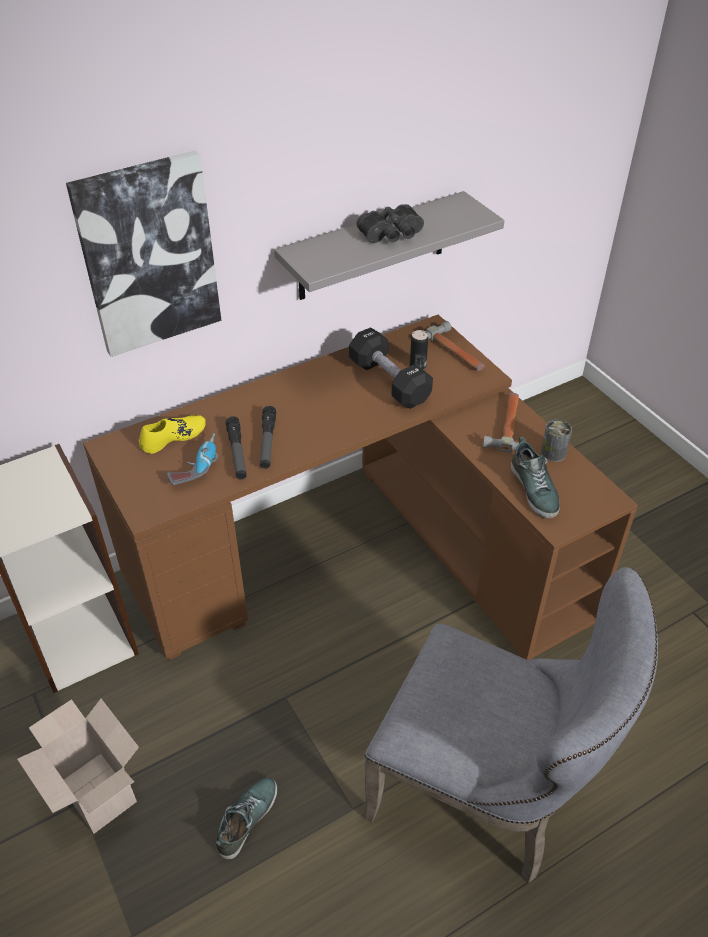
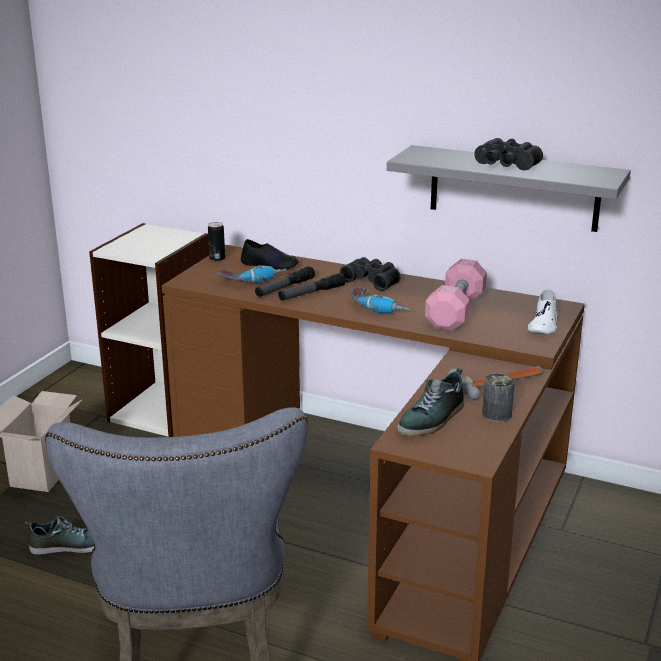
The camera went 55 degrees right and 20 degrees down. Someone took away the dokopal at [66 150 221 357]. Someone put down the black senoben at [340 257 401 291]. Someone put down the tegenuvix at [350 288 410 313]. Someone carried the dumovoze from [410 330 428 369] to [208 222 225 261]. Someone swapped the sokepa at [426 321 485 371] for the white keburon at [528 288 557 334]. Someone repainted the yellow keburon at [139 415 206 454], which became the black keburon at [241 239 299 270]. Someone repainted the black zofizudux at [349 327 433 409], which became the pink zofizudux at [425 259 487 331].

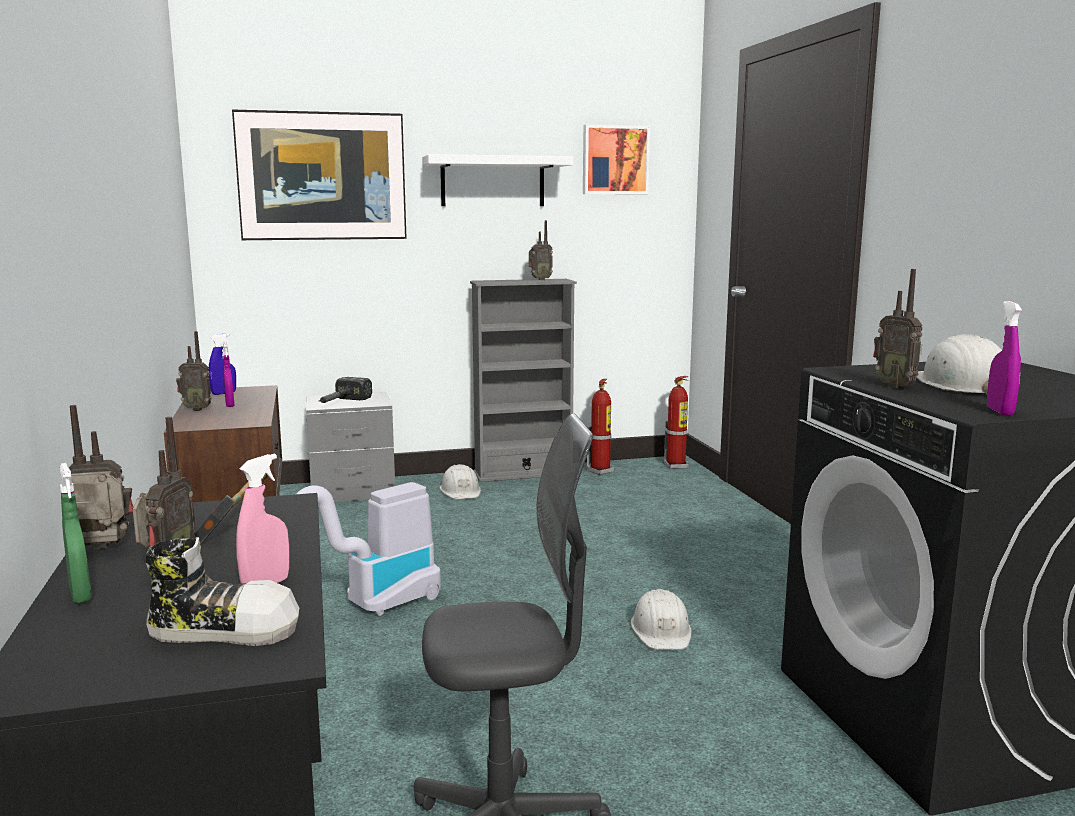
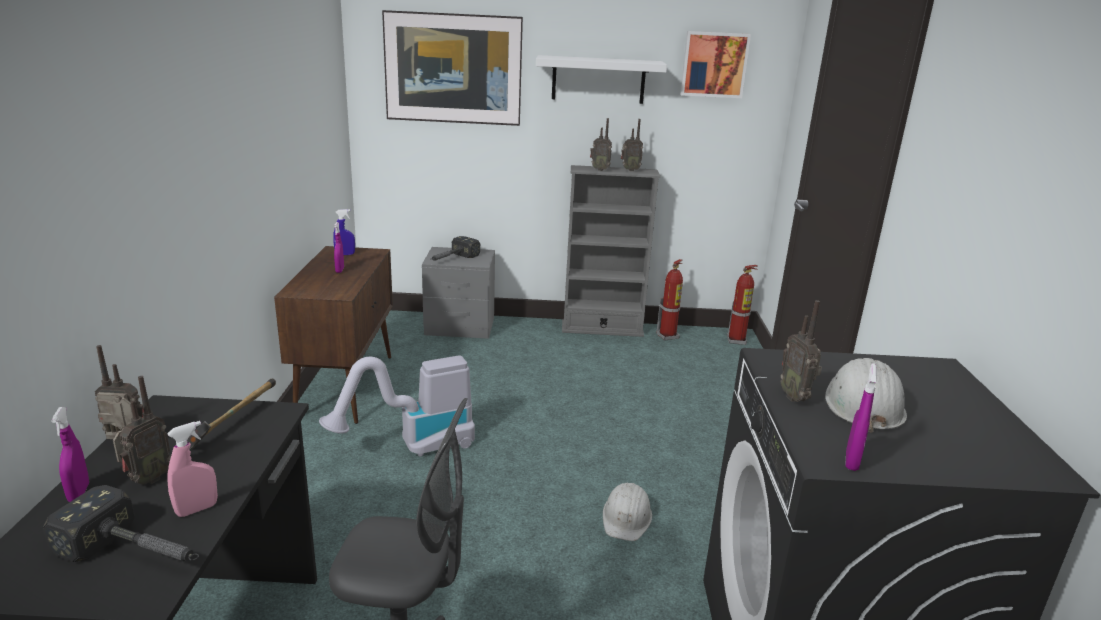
The camera went 15 degrees right and 10 degrees up. Someone took away the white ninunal at [440 464 481 499]. Someone carried the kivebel from [176 331 212 411] to [590 118 612 171]. Someone swapped the keburon at [145 537 299 646] for the sokepa at [43 485 199 562]. Someone repainted the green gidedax at [60 463 92 603], which became the purple gidedax at [51 407 89 502].

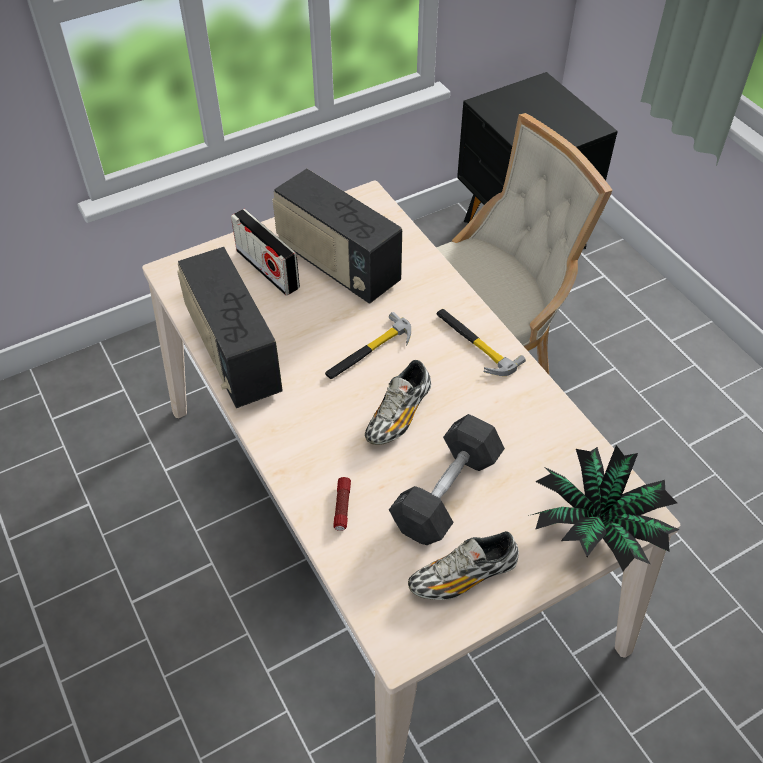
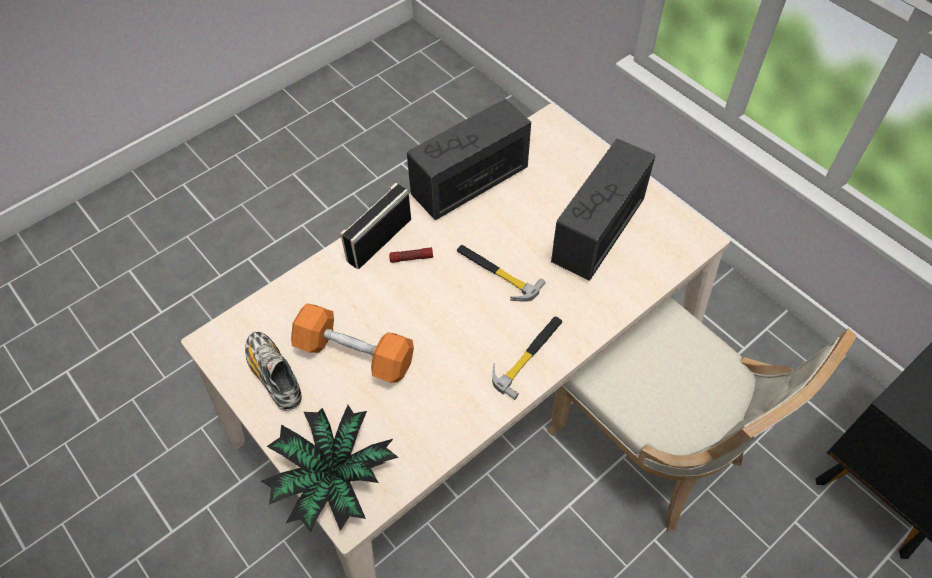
The camera went 80 degrees right and 5 degrees up. Someone took away the keburon at [365 360 431 445]. Someone carried the kivebel from [231 209 300 296] to [340 183 411 269]. Someone carried the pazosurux from [333 477 351 531] to [389 247 433 263]. Someone repainted the grey zofizudux at [389 414 505 545], which became the orange zofizudux at [291 303 414 383].

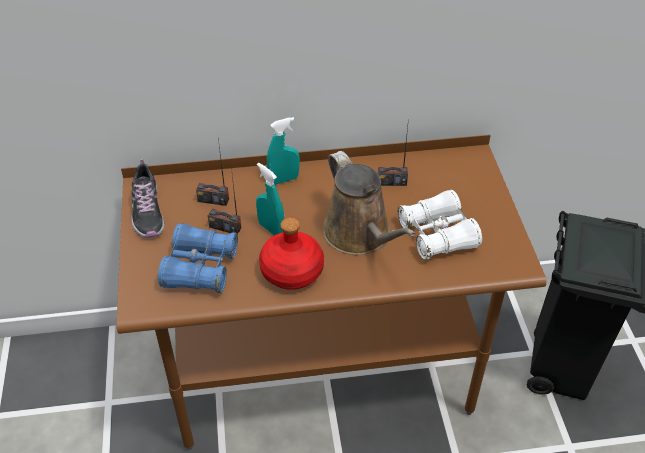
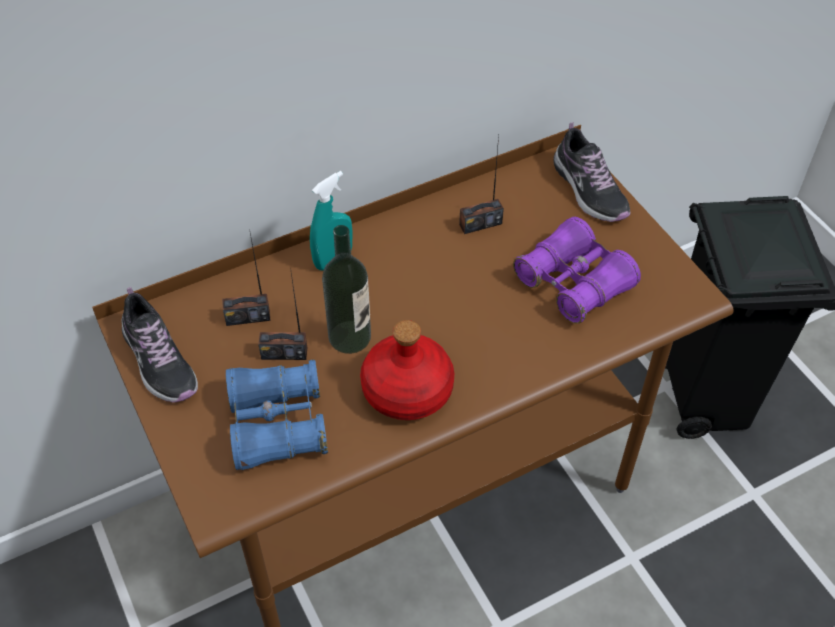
The camera went 20 degrees left and 5 degrees up. Someone took away the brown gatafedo at [323 151 415 255]. Someone put down the keburon at [554 122 630 222]. Someone swapped the turquoise gidedax at [256 163 284 235] for the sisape at [322 225 371 354]. Someone repainted the white senoben at [398 190 482 260], which became the purple senoben at [513 217 641 324].

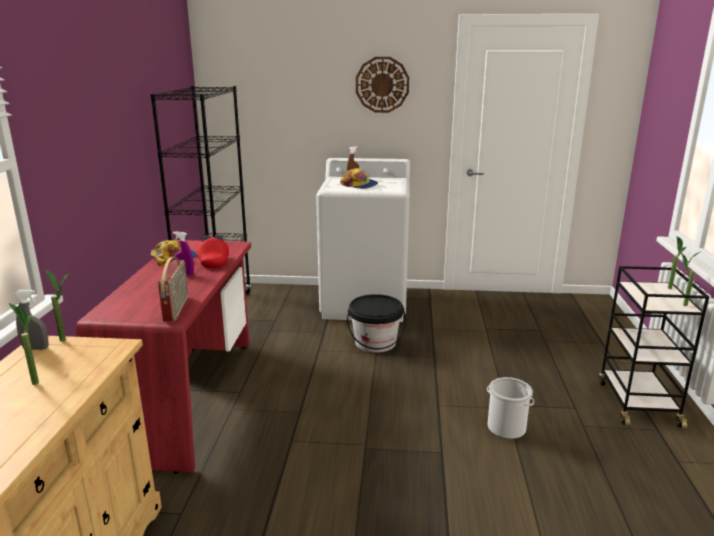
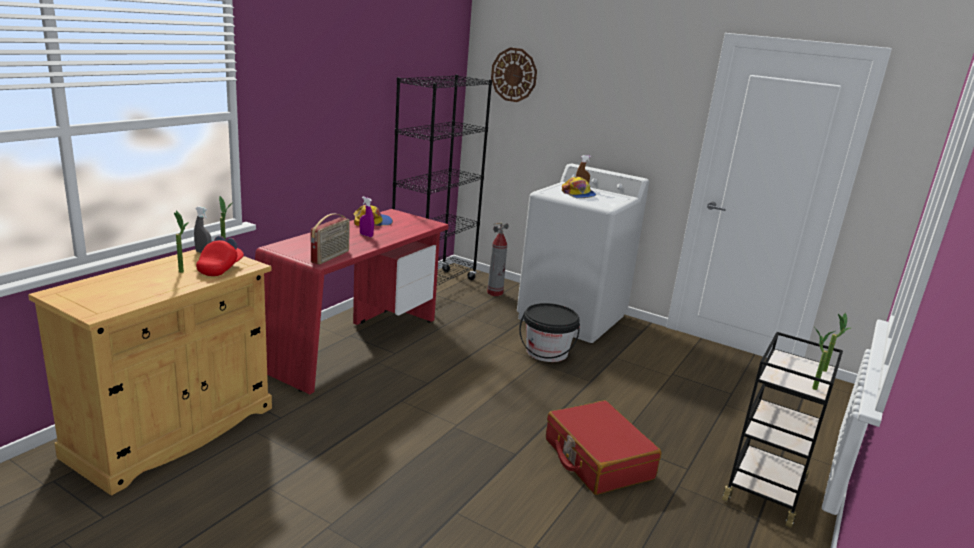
The camera went 25 degrees right and 0 degrees up. Someone put down the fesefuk at [487 223 509 296]. Someone carried the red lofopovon from [197 234 229 268] to [196 236 244 276]. Someone carried the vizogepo from [356 57 409 113] to [491 47 537 102]. Someone swapped the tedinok at [487 377 534 439] for the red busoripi at [546 400 661 495].

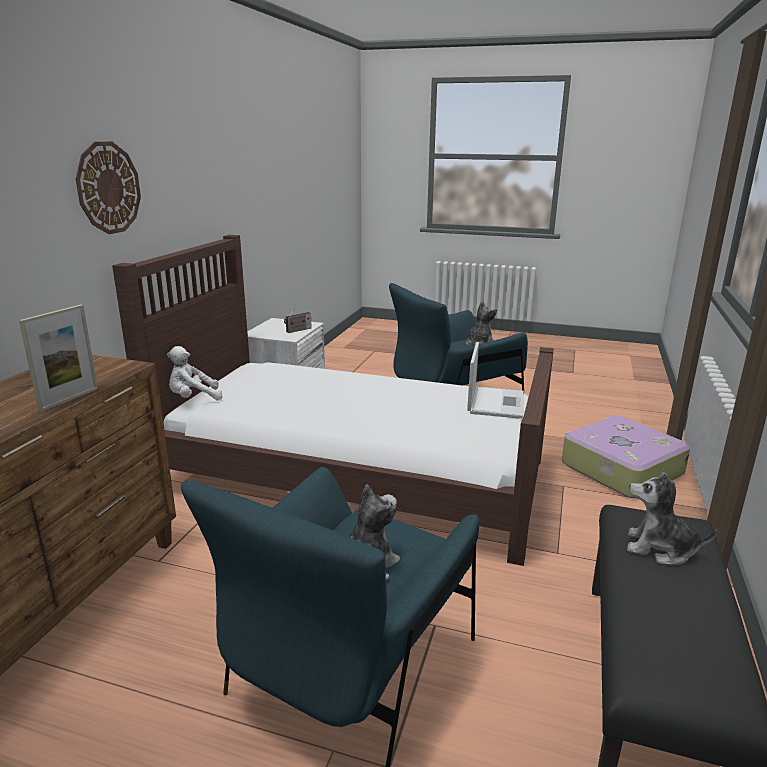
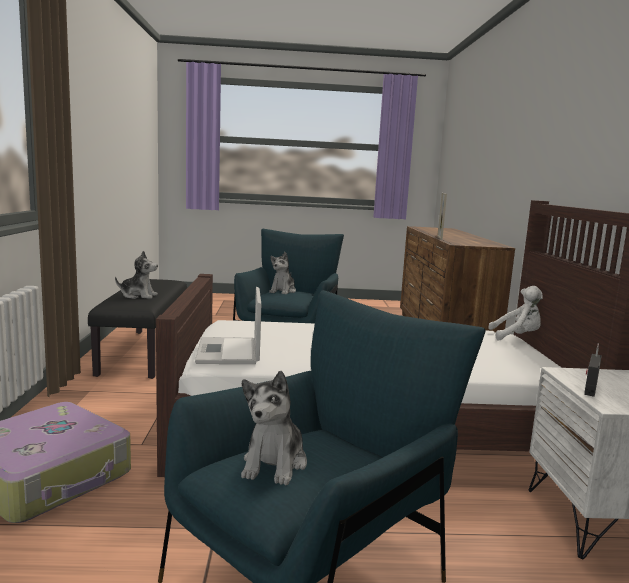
The camera went 160 degrees right and 10 degrees down. Someone took away the vizogepo at [76 142 141 234]. Someone rotated the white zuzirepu at [167 346 223 400] by 45 degrees clockwise.

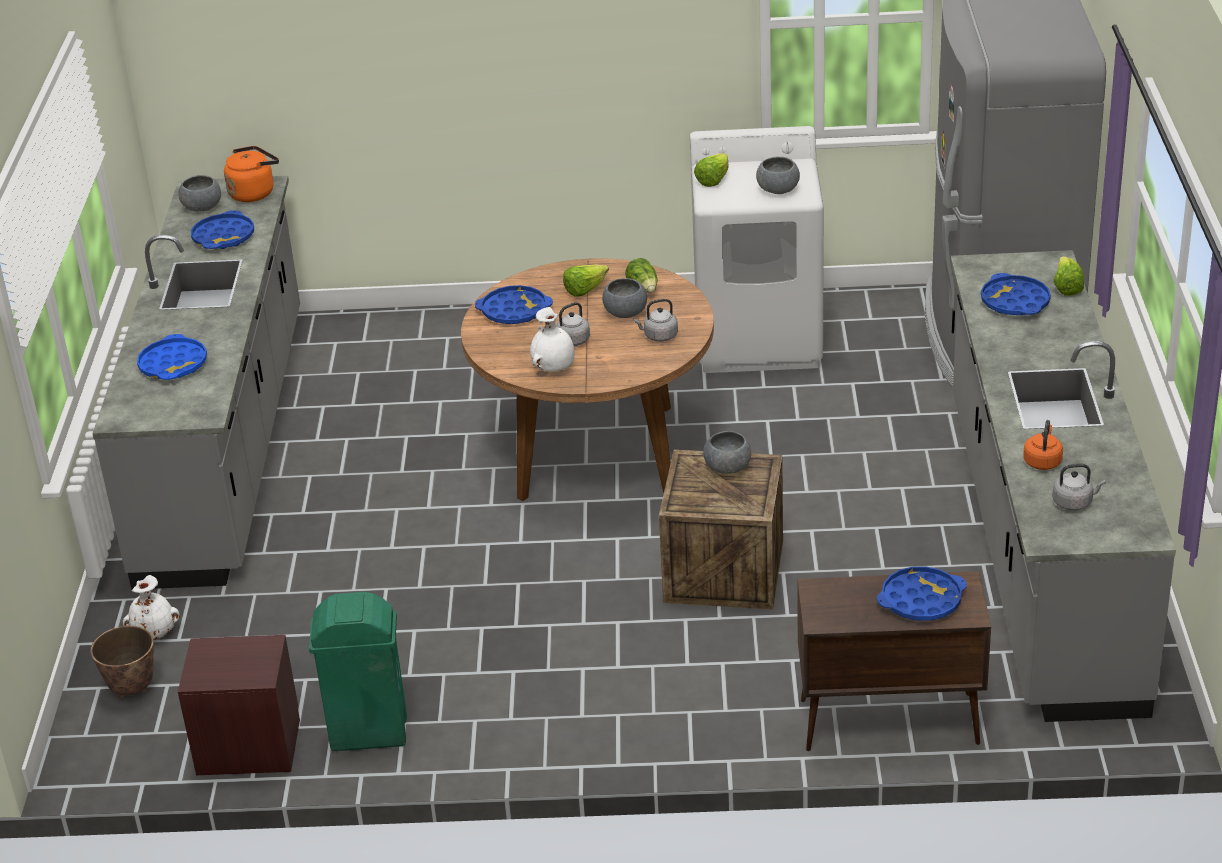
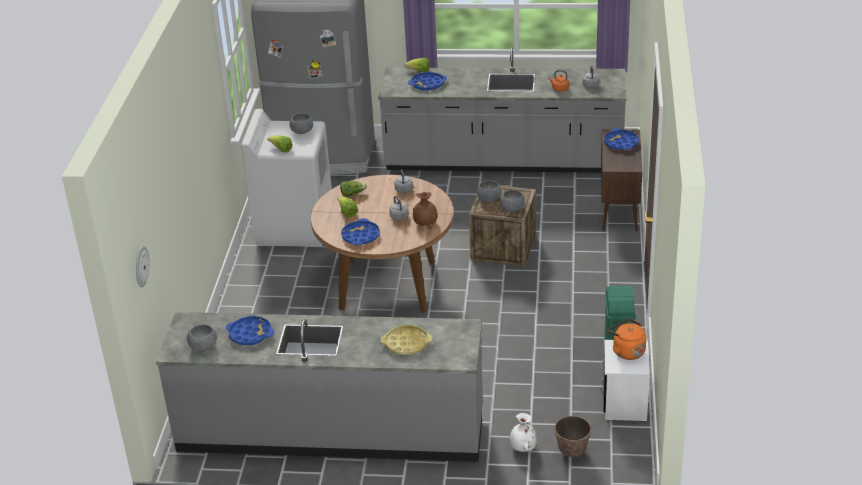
The camera went 85 degrees left and 0 degrees up. Someone put up the vizogepo at [136 246 149 287]. Someone carried the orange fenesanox from [224 146 279 202] to [608 319 646 360]. Someone carried the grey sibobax from [602 278 647 318] to [500 190 525 212]. Someone repainted the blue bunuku at [137 334 207 380], which became the yellow bunuku at [380 325 432 355]. Someone repainted the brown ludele at [178 635 300 775], which became the white ludele at [600 340 650 421]. Someone repainted the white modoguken at [530 307 575 371], which became the brown modoguken at [413 192 437 225].

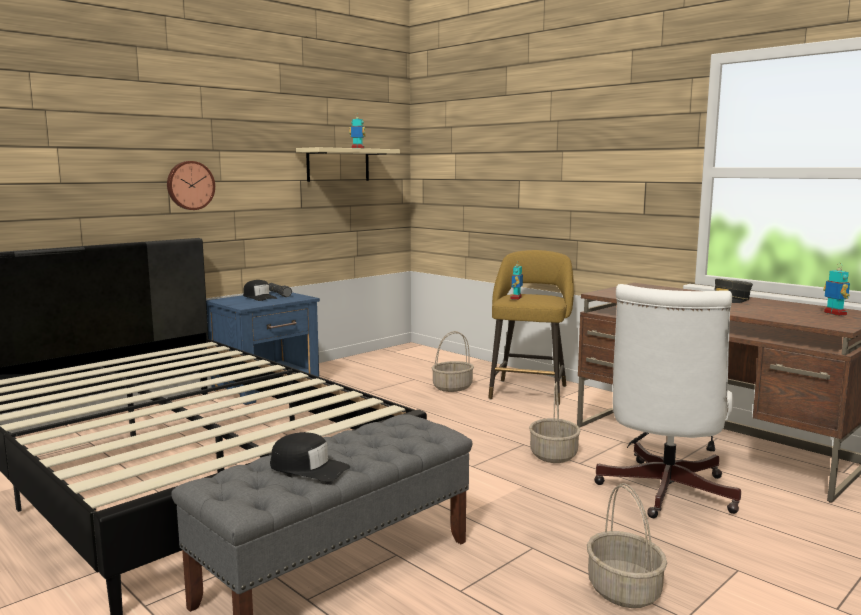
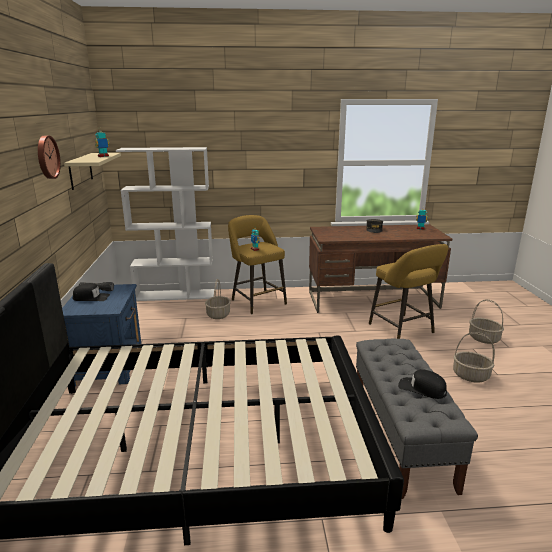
The camera went 50 degrees left and 10 degrees up. Someone put down the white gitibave at [116 147 214 301]. Someone carried the vizogepo from [167 161 215 210] to [38 136 61 179]. Someone carried the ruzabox from [529 382 580 463] to [469 299 504 344]. Someone swapped the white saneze at [594 284 741 518] for the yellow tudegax at [369 244 448 339]. Someone rotated the black lofopovon at [270 432 350 482] by 120 degrees counterclockwise.

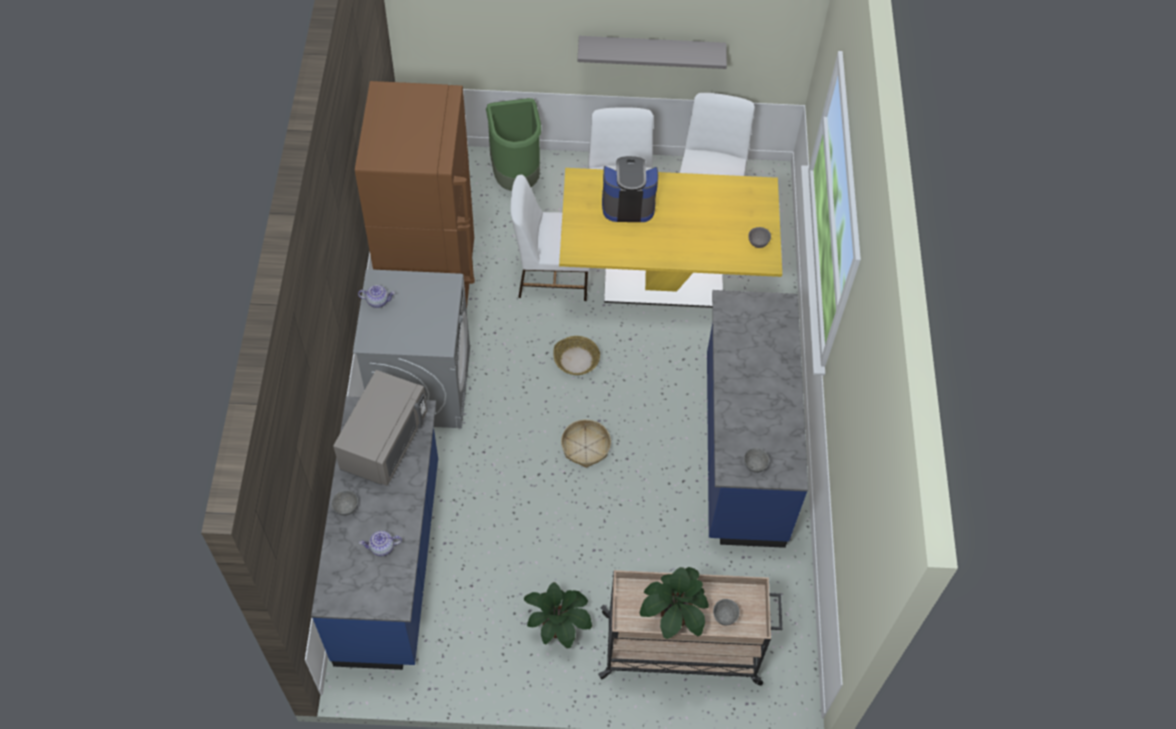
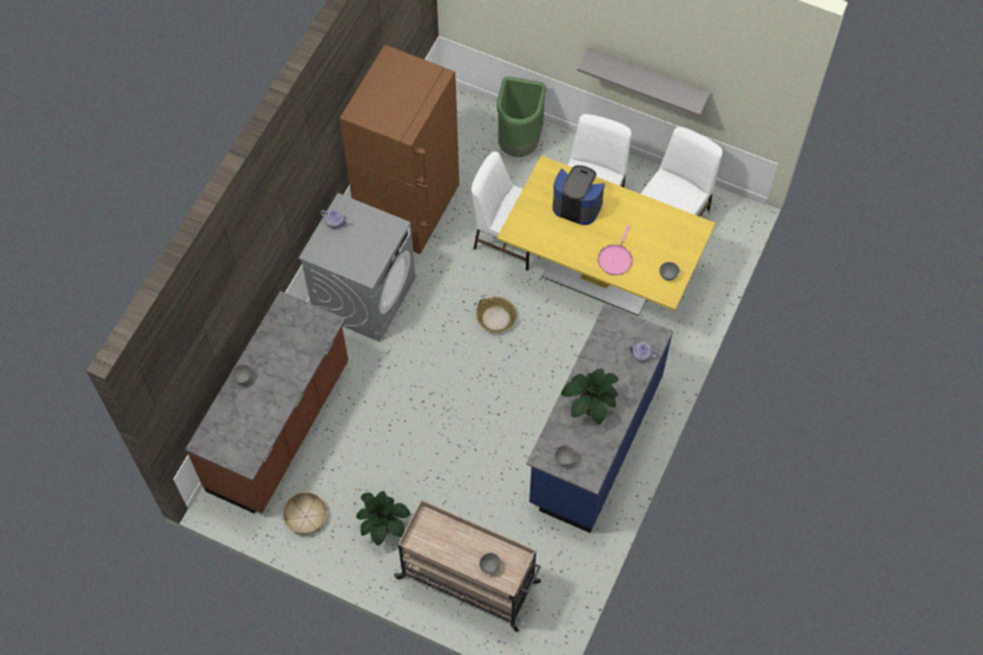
The camera went 25 degrees right and 5 degrees up. Someone took away the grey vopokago at [333 370 427 486]. Someone put down the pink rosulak at [598 225 633 275]. Someone carried the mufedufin from [359 531 402 556] to [627 343 659 362]. Someone carried the ruzabox from [561 419 611 468] to [283 492 327 535]. Someone carried the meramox from [640 567 709 639] to [561 368 618 425]. Someone repainted the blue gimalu at [311 396 438 670], which became the brown gimalu at [185 291 348 514].

